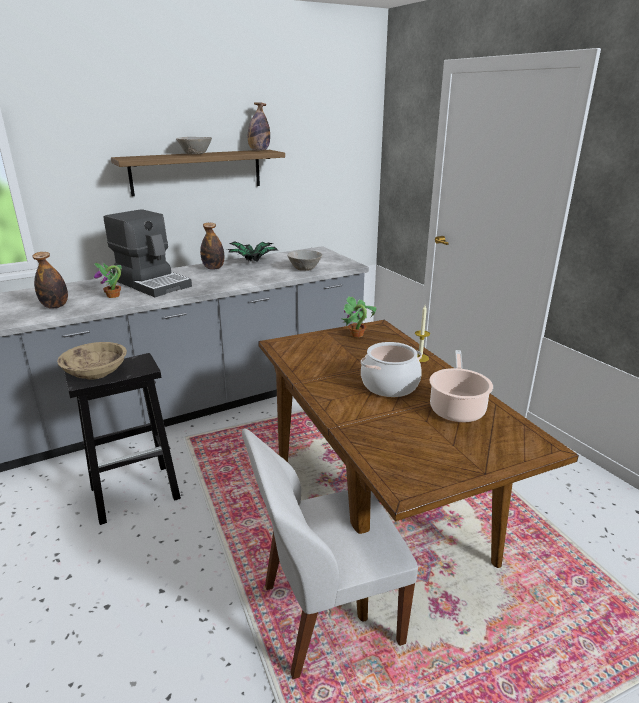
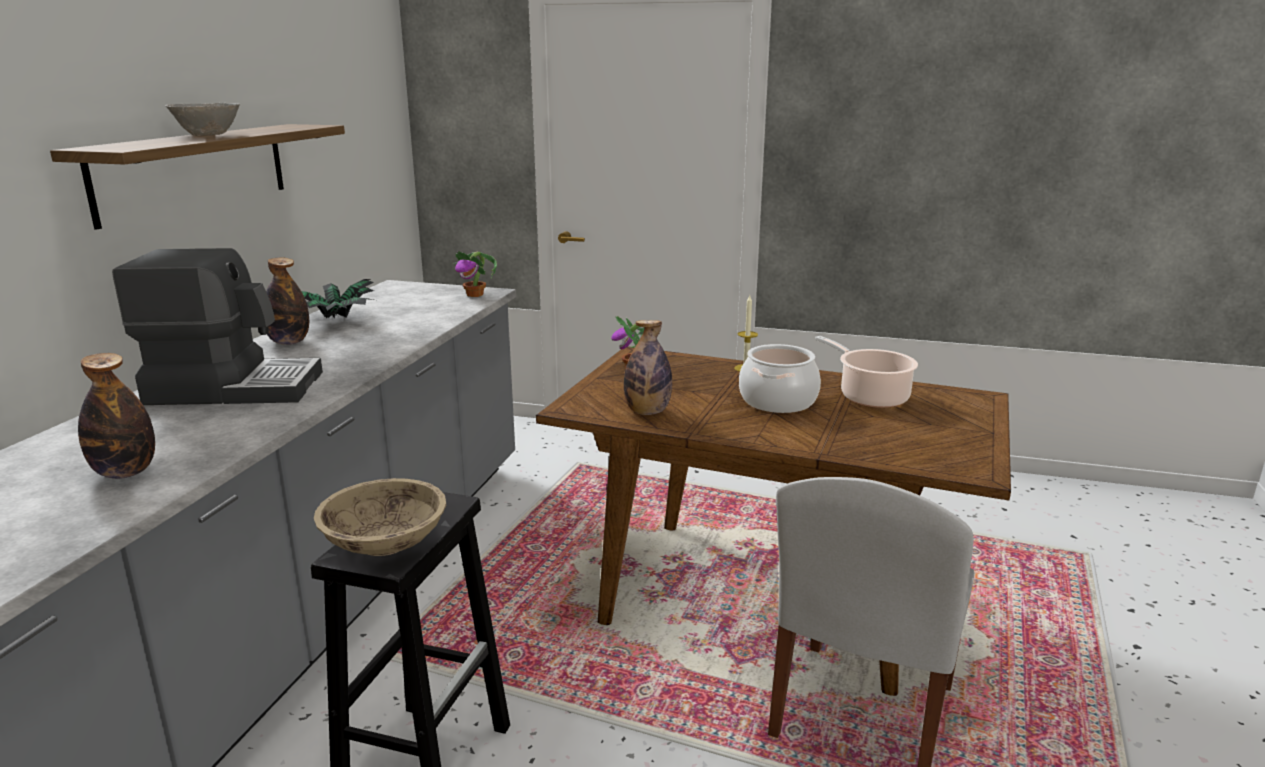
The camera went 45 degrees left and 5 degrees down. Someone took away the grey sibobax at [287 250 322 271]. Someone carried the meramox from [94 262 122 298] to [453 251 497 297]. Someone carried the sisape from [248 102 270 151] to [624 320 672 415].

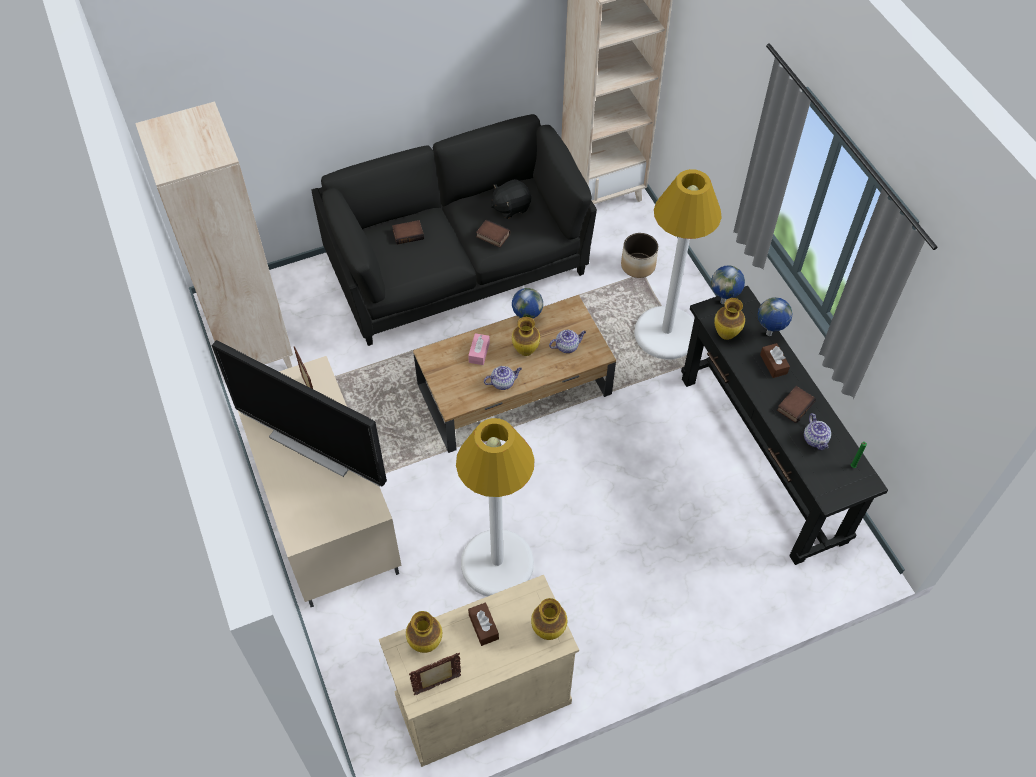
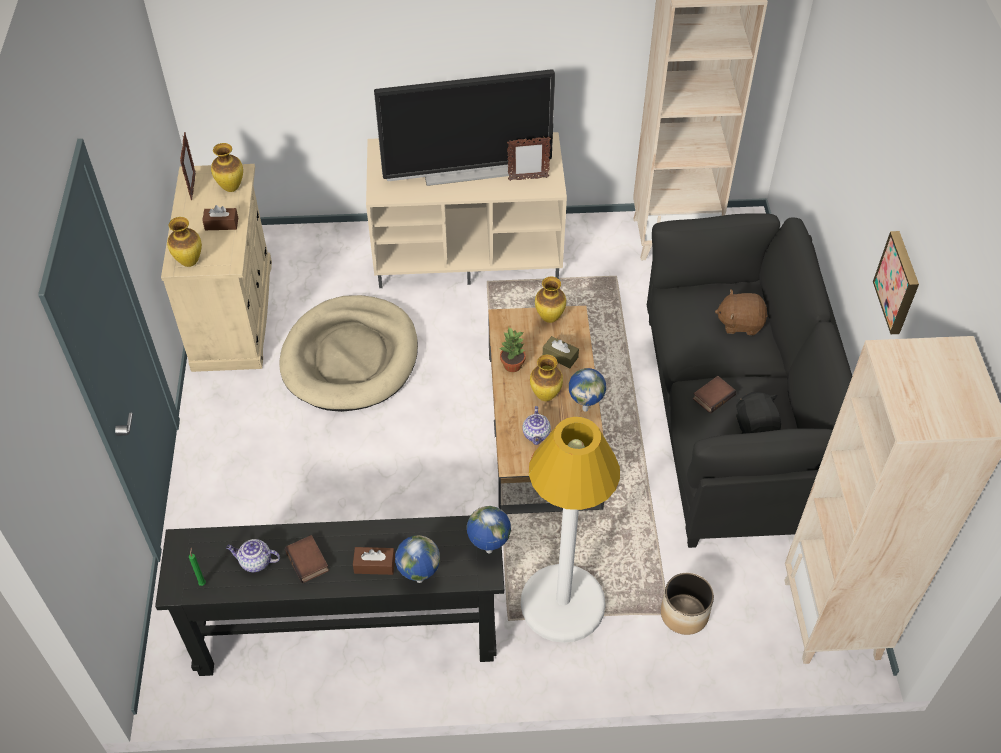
The camera went 110 degrees right and 5 degrees down. Someone put up the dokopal at [873 231 919 334]. Someone carried the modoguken from [714 298 745 340] to [535 277 566 323]. Someone swapped the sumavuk at [392 220 424 244] for the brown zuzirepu at [715 289 768 335]. Someone swapped the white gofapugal at [456 418 535 597] for the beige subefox at [280 295 418 412]. Someone swapped the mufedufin at [484 366 522 390] for the meramox at [500 328 526 372]. Someone repainted the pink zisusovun at [468 333 490 365], which became the brown zisusovun at [543 336 579 368]. Someone rotated the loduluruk at [212 340 387 487] by 150 degrees counterclockwise.

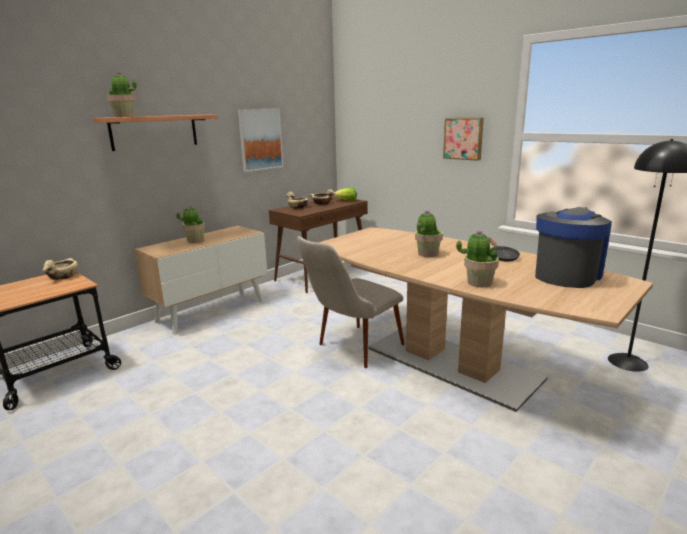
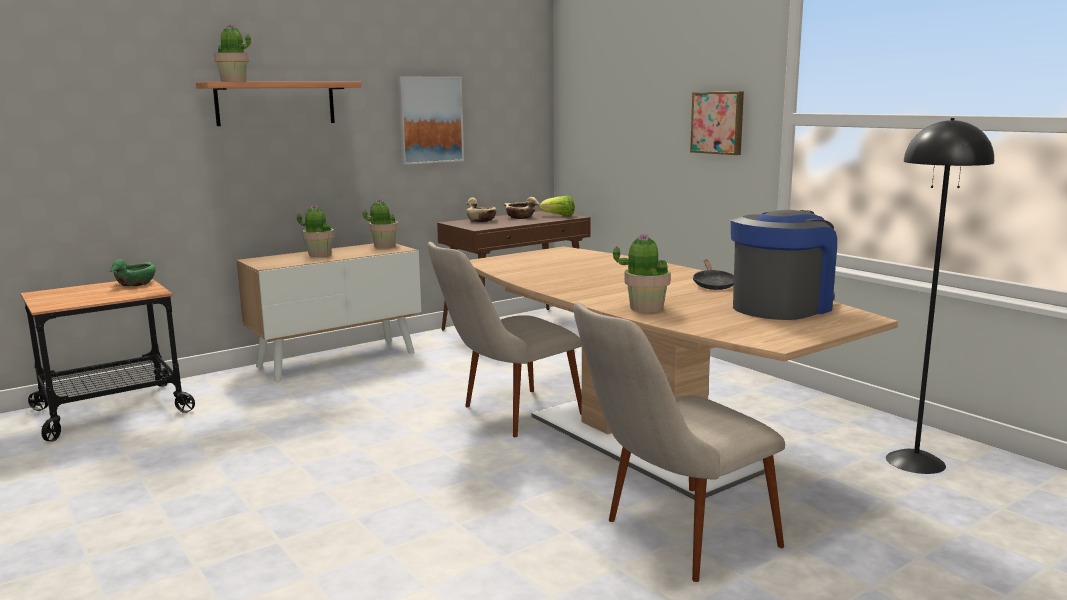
The camera went 10 degrees right and 5 degrees down. Someone put down the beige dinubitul at [574 302 785 582]. Someone carried the meramox from [415 210 443 257] to [363 199 398 248]. Someone repainted the beige sibobax at [42 258 78 280], which became the green sibobax at [110 259 156 286].

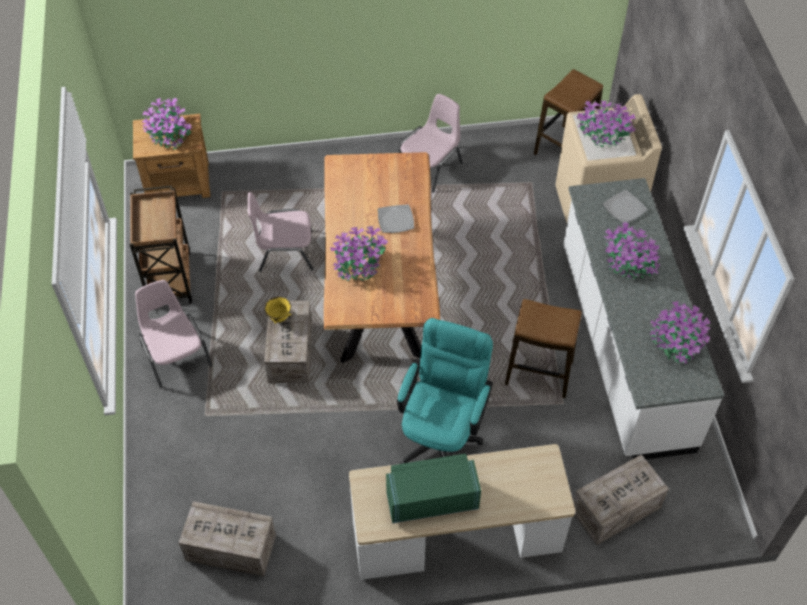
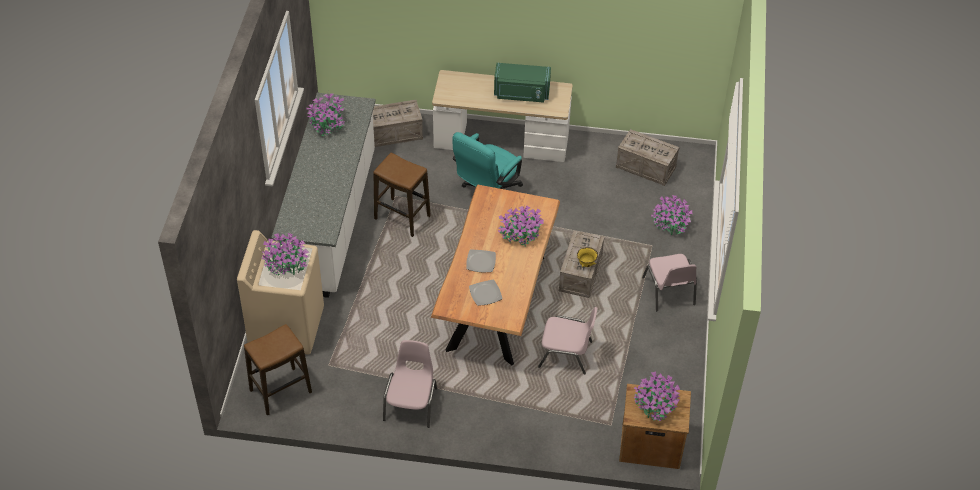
The camera went 165 degrees left and 5 degrees down. Someone took away the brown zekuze at [130 185 193 304]. Someone carried the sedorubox from [603 190 647 223] to [469 280 503 306]. Someone carried the meramox from [604 222 660 280] to [651 195 692 235]. Someone rotated the pink dinubitul at [399 94 463 193] by 135 degrees clockwise.

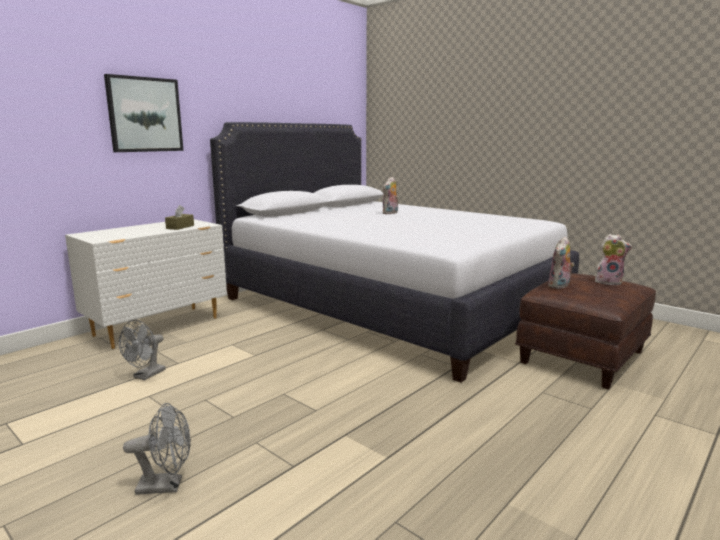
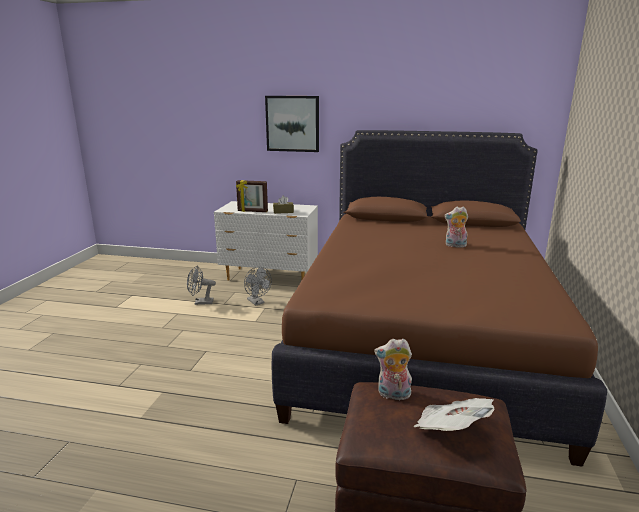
The camera went 60 degrees right and 5 degrees up. Someone put down the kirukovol at [236 180 268 212]. Someone carried the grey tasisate from [123 403 191 495] to [244 267 272 306]. Someone swapped the zuzirepu at [595 234 632 285] for the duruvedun at [414 398 494 431]. Someone repainted the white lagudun at [210 122 579 383], which became the brown lagudun at [272 130 607 467].

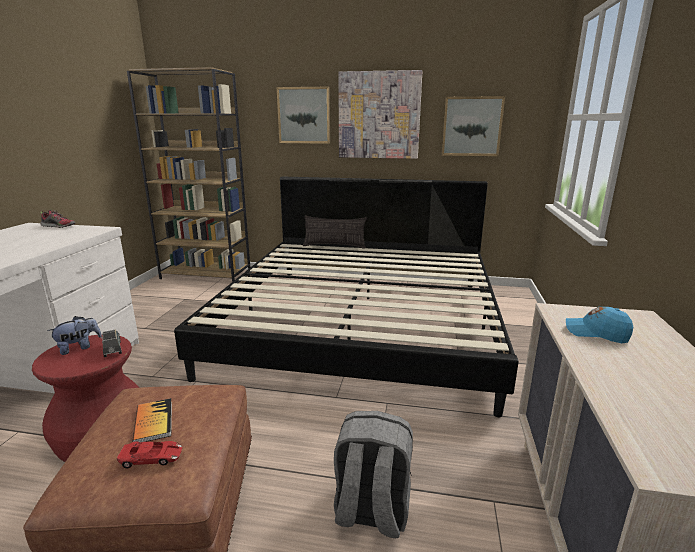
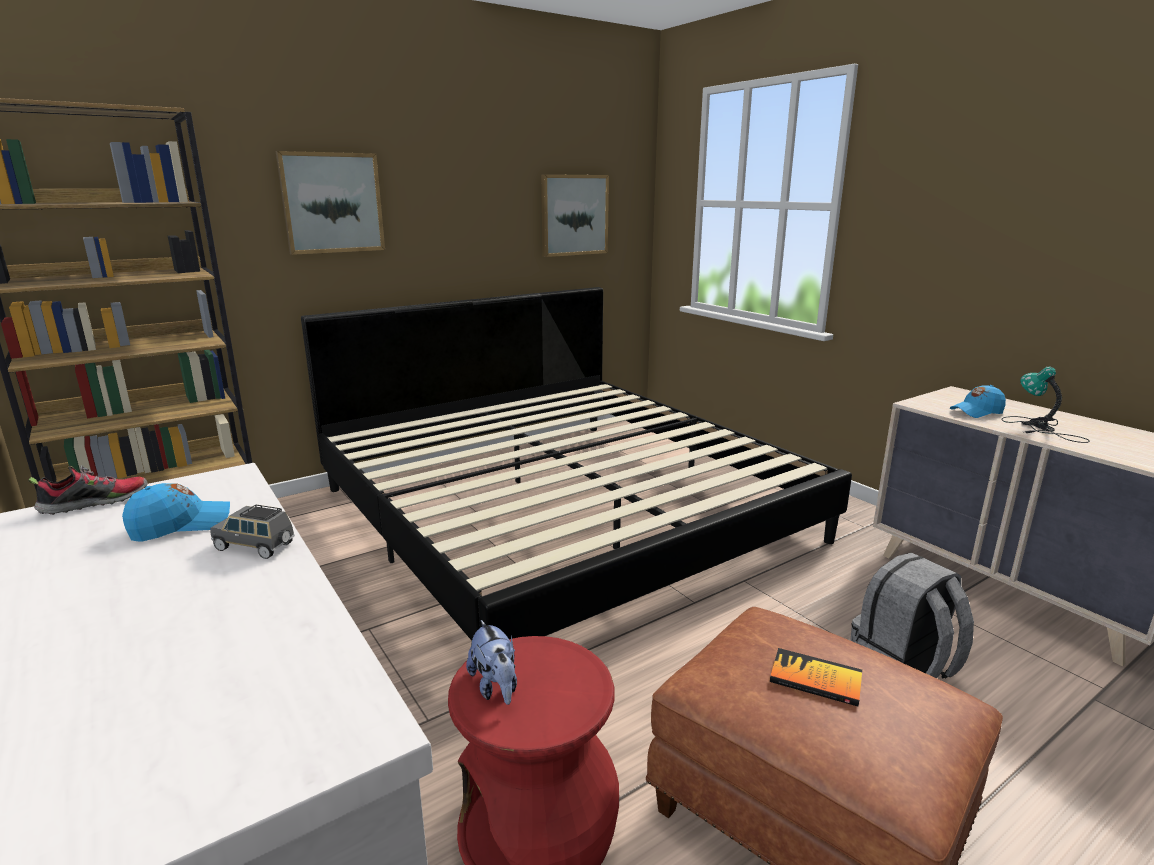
The camera went 45 degrees left and 0 degrees up. Someone took away the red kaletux at [117 441 182 469]. Someone took away the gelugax at [303 216 367 249]. Someone took away the dokopal at [338 70 422 159]. Someone put down the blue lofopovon at [122 483 230 542]. Someone put down the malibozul at [1002 366 1090 443]. Someone carried the grey kaletux from [101 330 122 357] to [210 505 294 559]. Someone rotated the zuzirepu at [48 316 102 355] by 150 degrees clockwise.

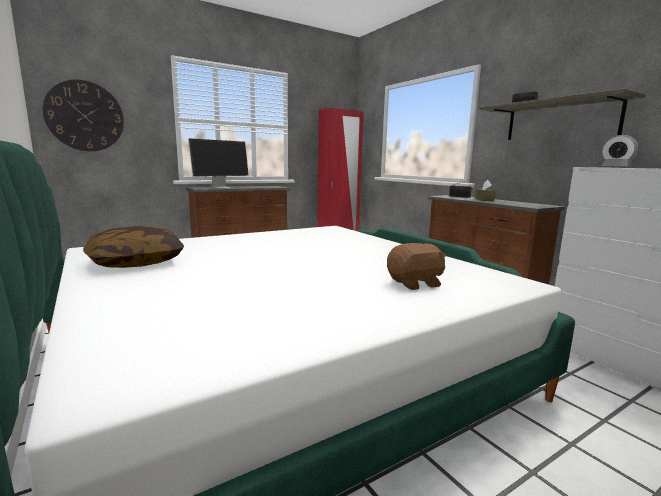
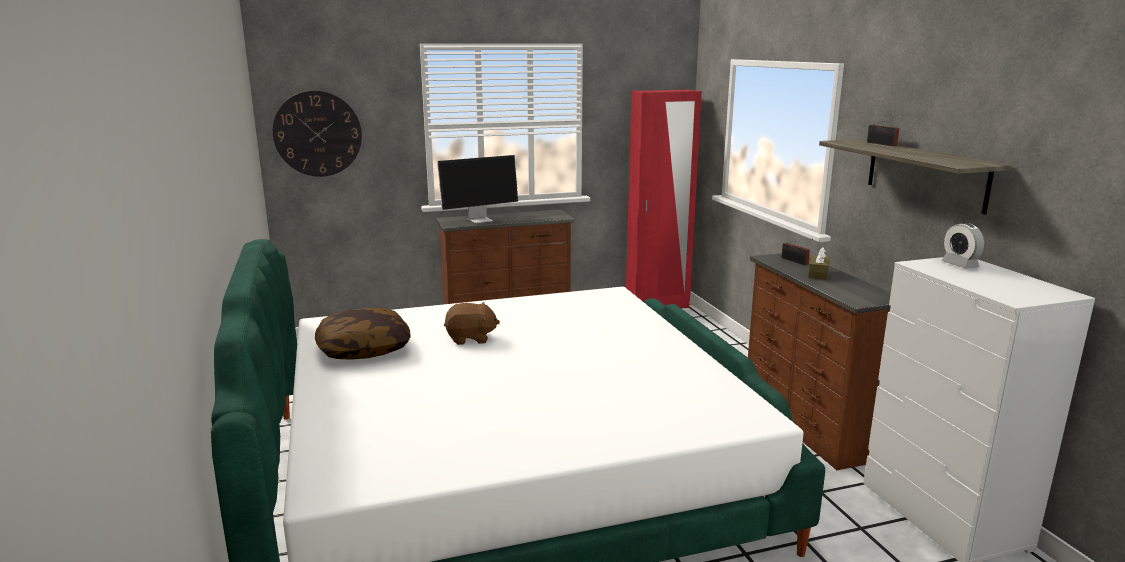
The camera went 15 degrees right and 5 degrees up. Someone carried the brown zuzirepu from [387 243 446 290] to [444 302 500 345].

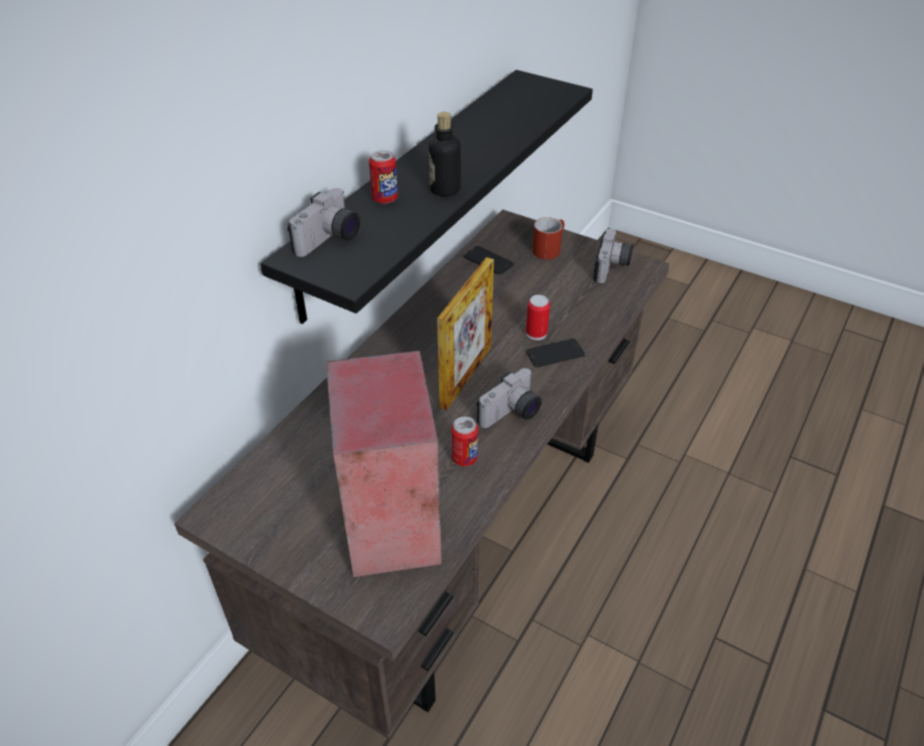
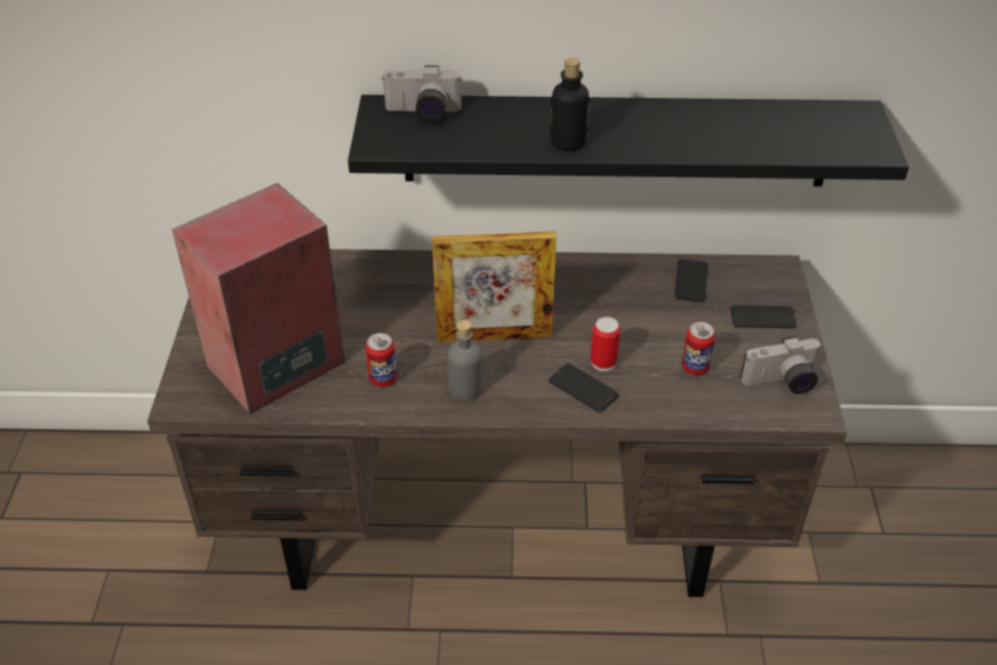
The camera went 60 degrees right and 0 degrees up. Someone carried the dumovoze from [369 150 398 204] to [682 322 715 375]. Someone swapped the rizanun at [476 368 542 428] for the grey sisape at [448 320 482 401]. Someone swapped the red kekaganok at [532 217 565 260] for the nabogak at [730 305 797 328].

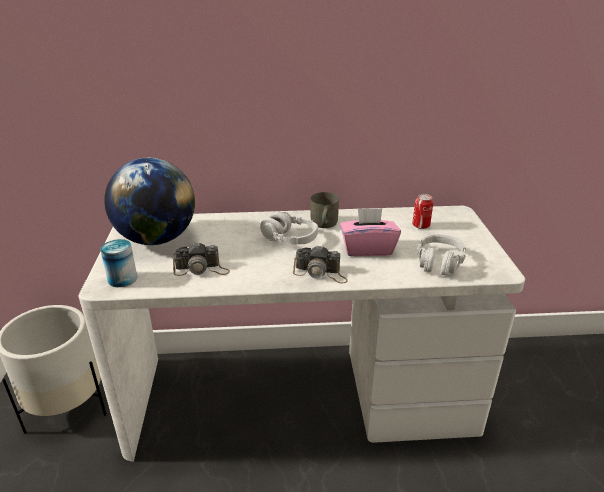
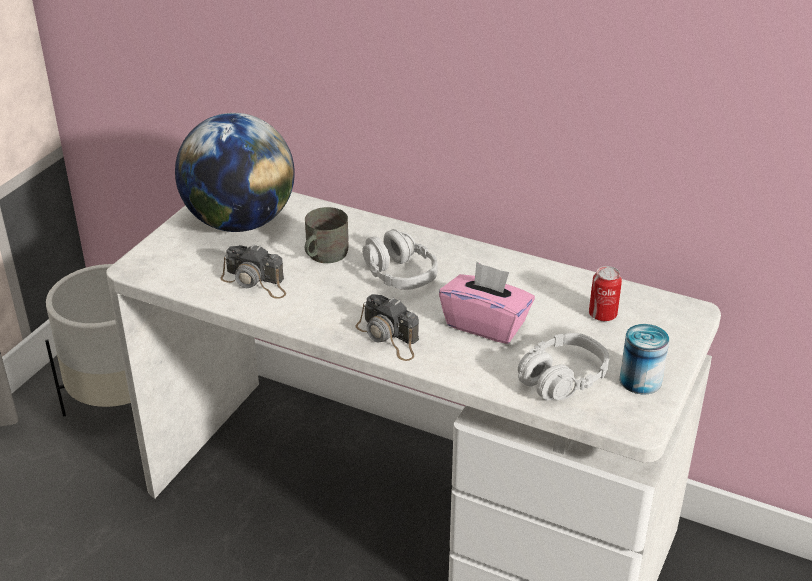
The camera went 30 degrees right and 5 degrees up. Someone carried the dumovoze from [100 239 137 287] to [620 324 669 395]. Someone carried the grey kekaganok from [310 192 339 228] to [305 207 349 263].

